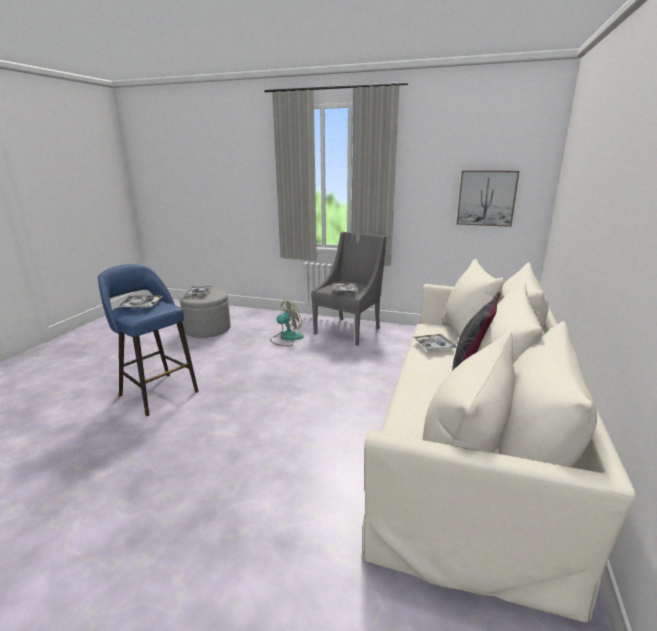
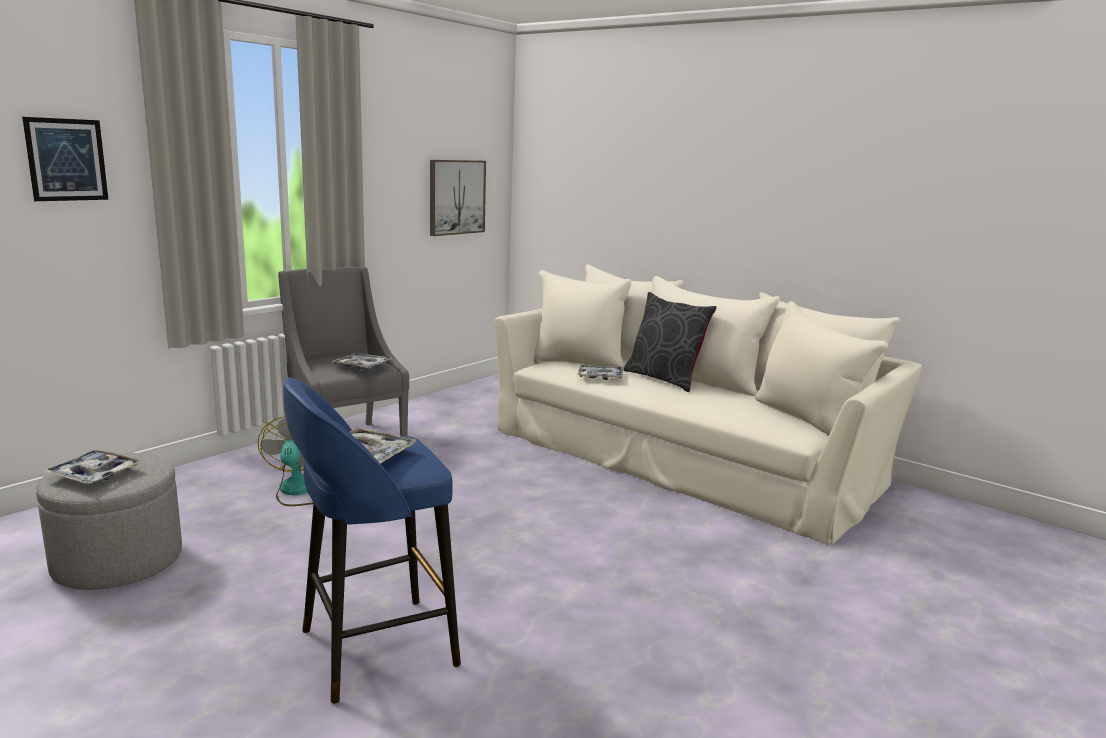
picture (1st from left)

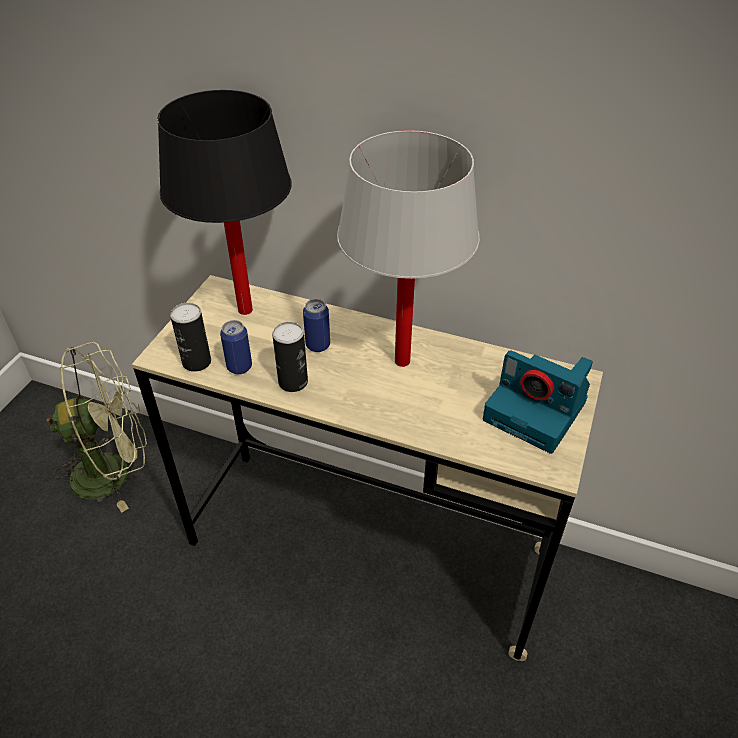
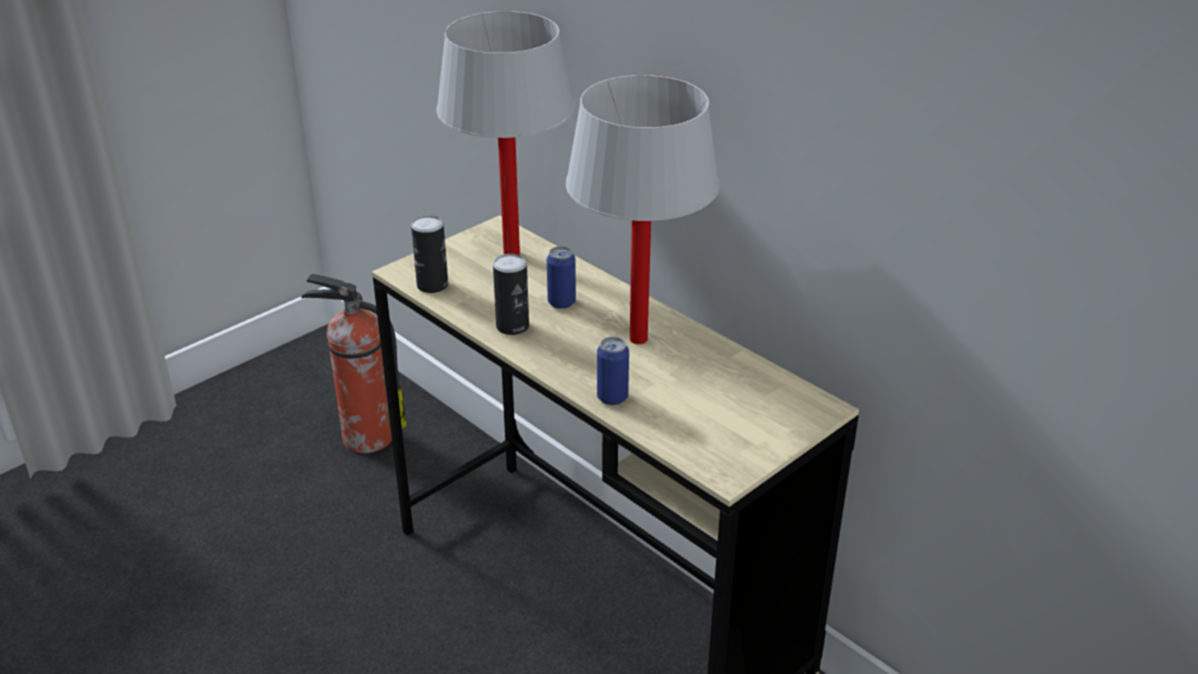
fire_extinguisher; white_table_lamp (1st from left); can (4th from left); photo_camera

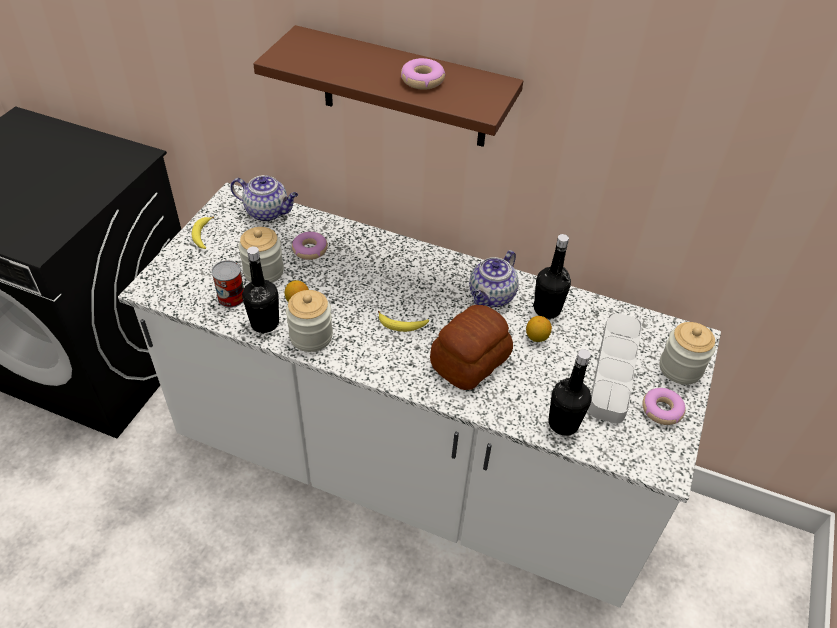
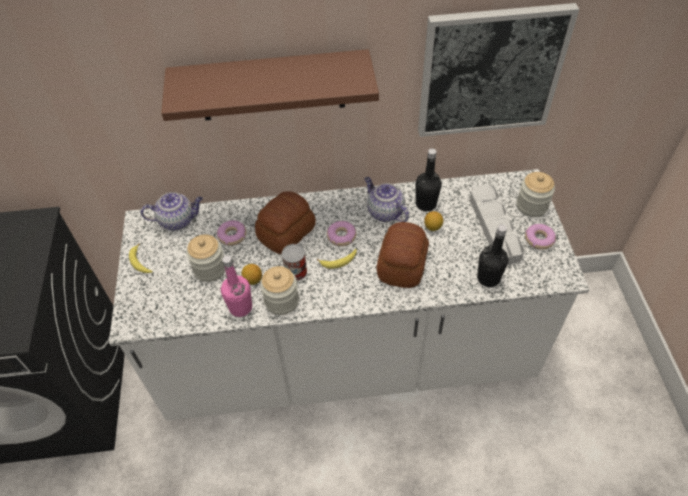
pink_bottle; bread (1st from left); can; donut (2nd from left); teapot (2nd from left); picture

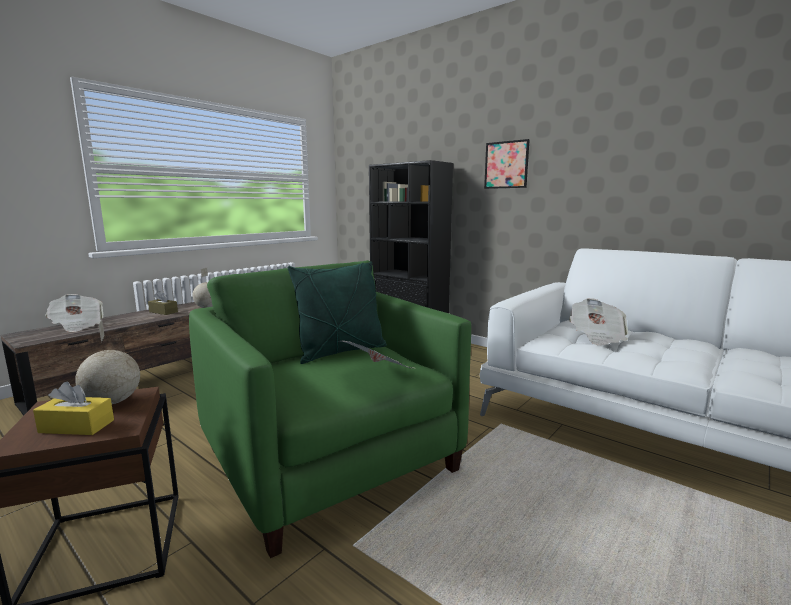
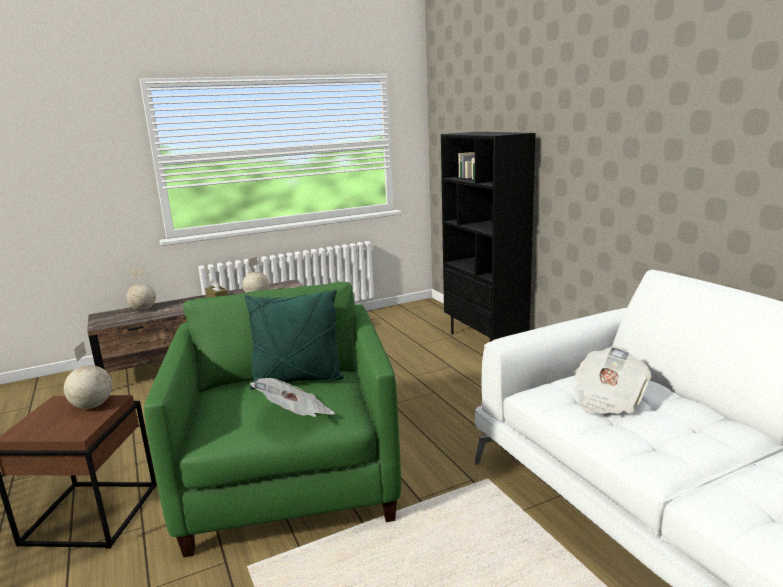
globe (2nd from left); yellow_tissue_box; picture

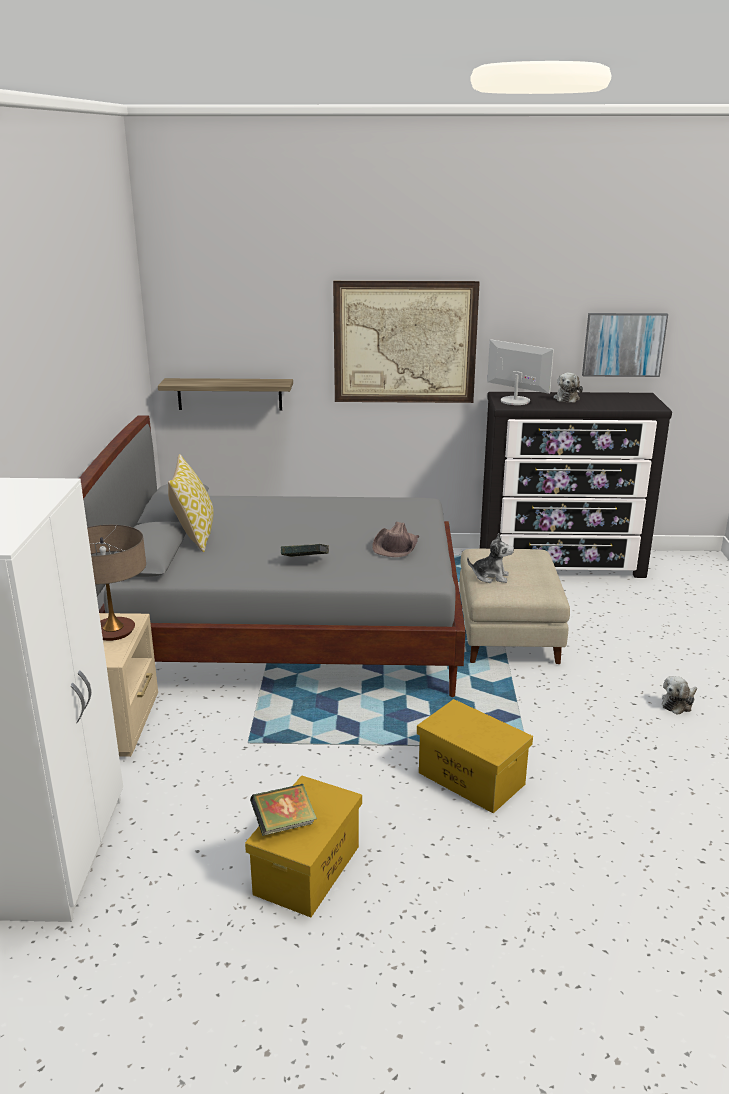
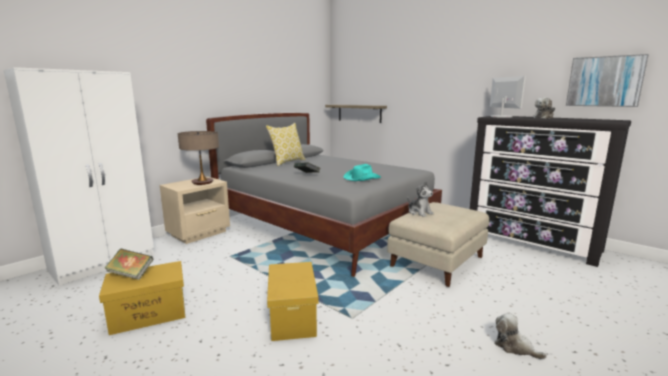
turquoise_hat; plush_toy (2nd from left); picture (1st from left in the first image)

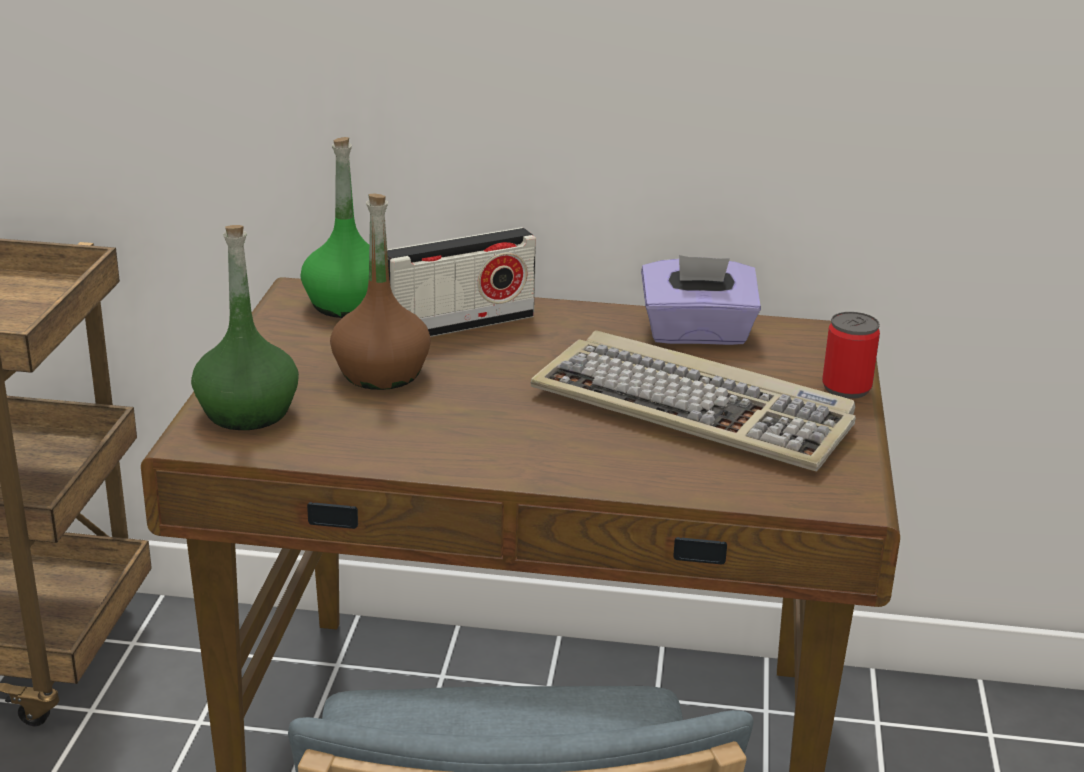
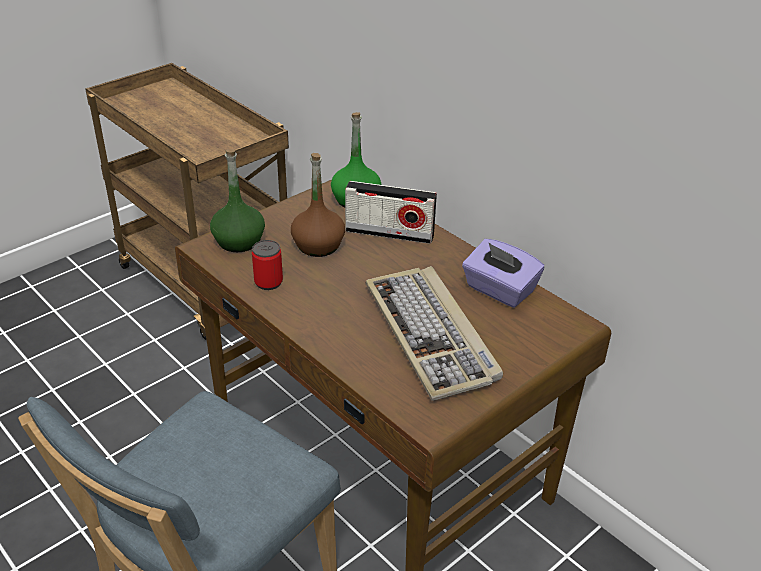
can

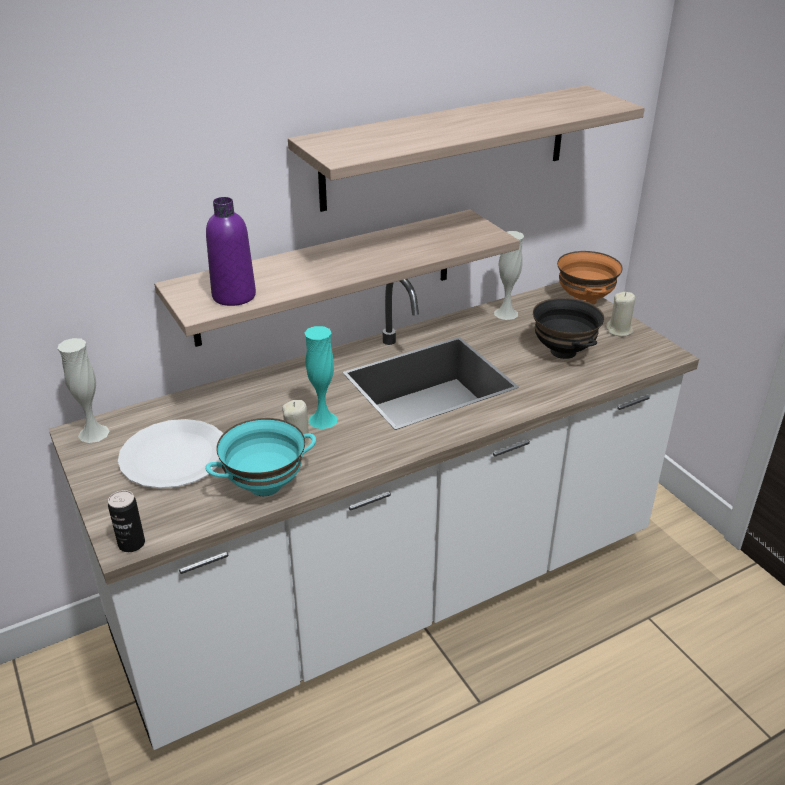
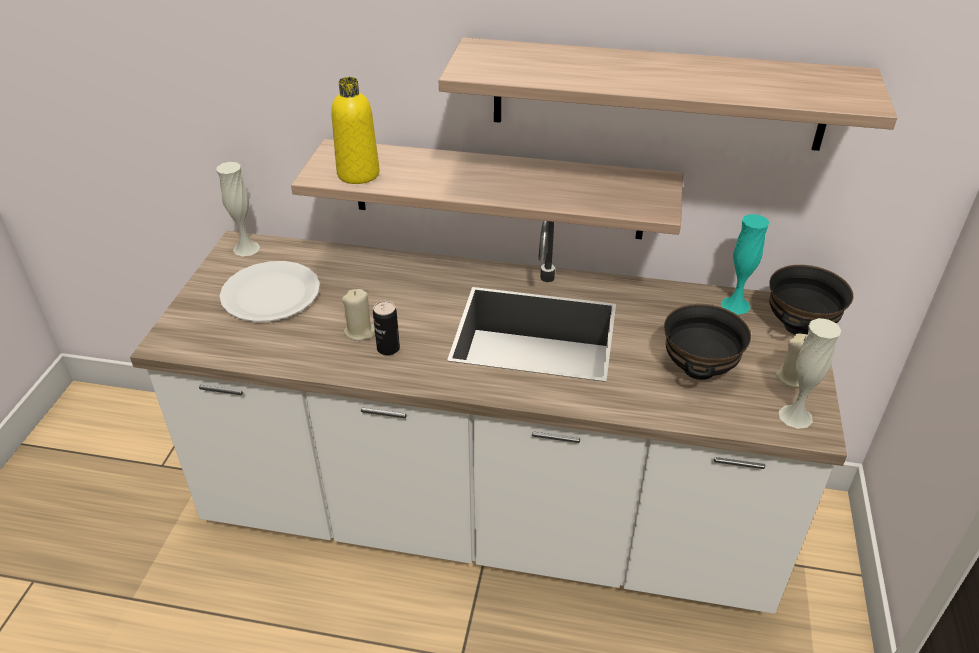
yellow_bottle; can; turquoise_vase; black_bowl (2nd from left); white_vase (2nd from left); turquoise_bowl

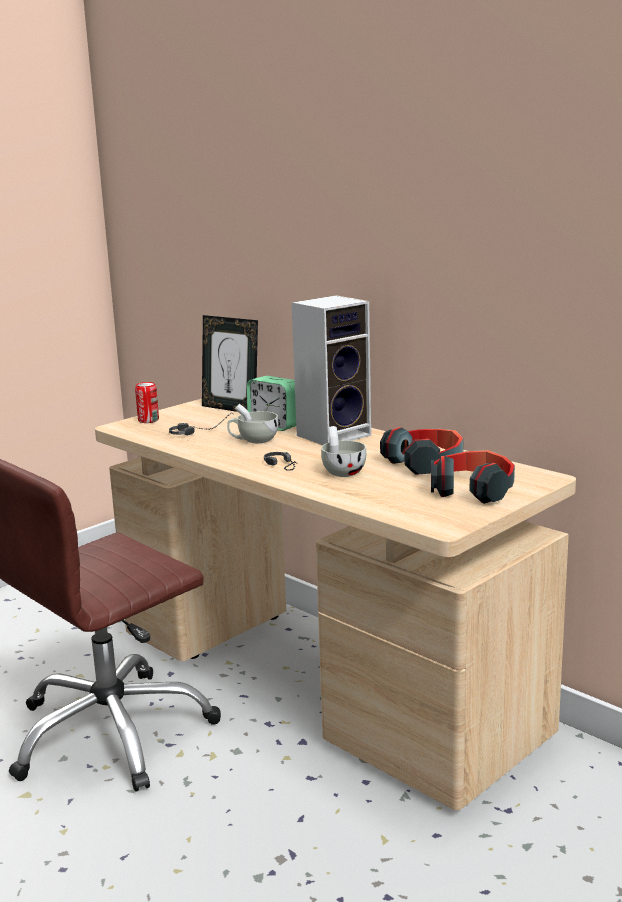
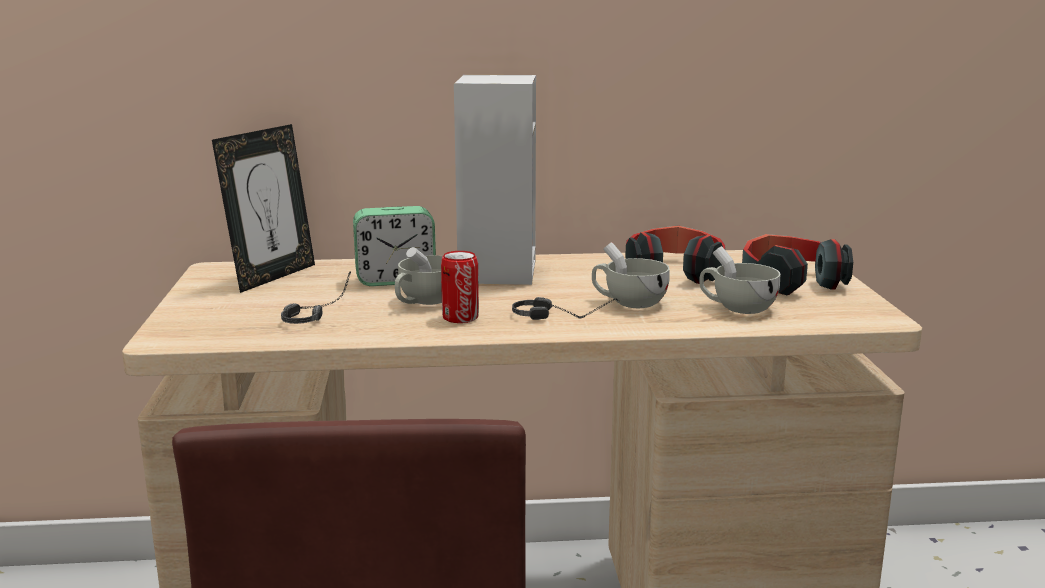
picture_frame; can; white_cup (3rd from left)

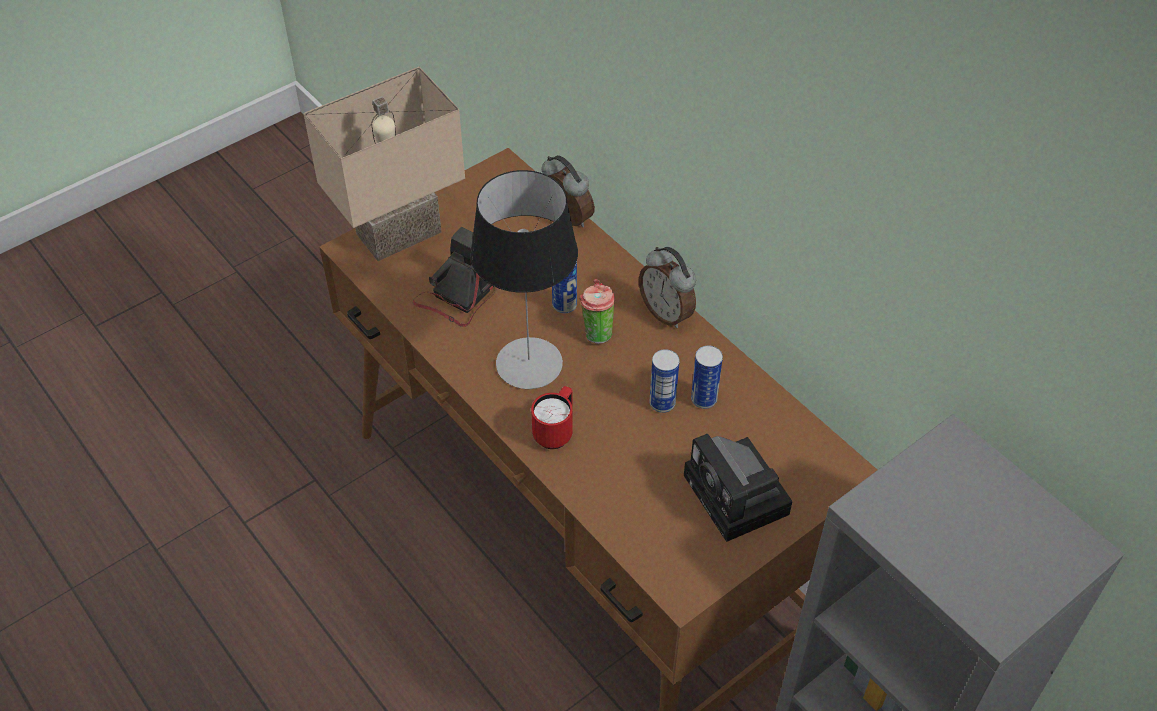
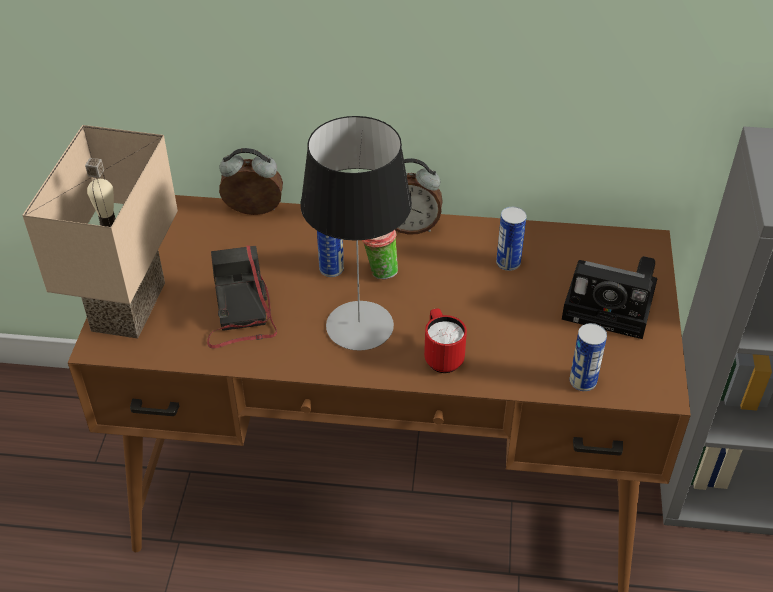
can (3rd from left)

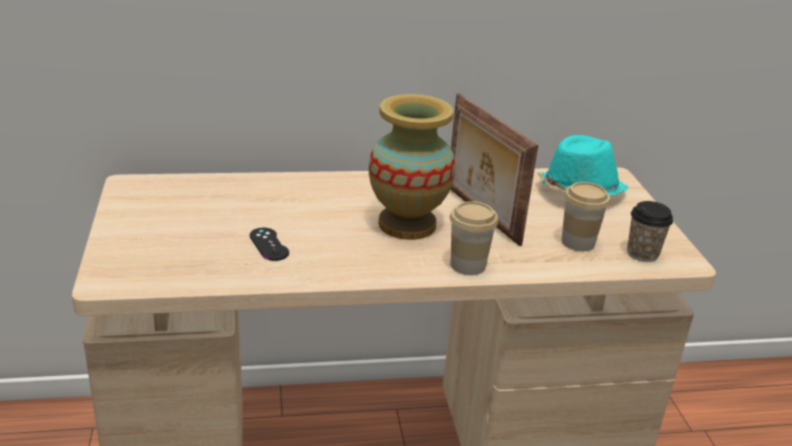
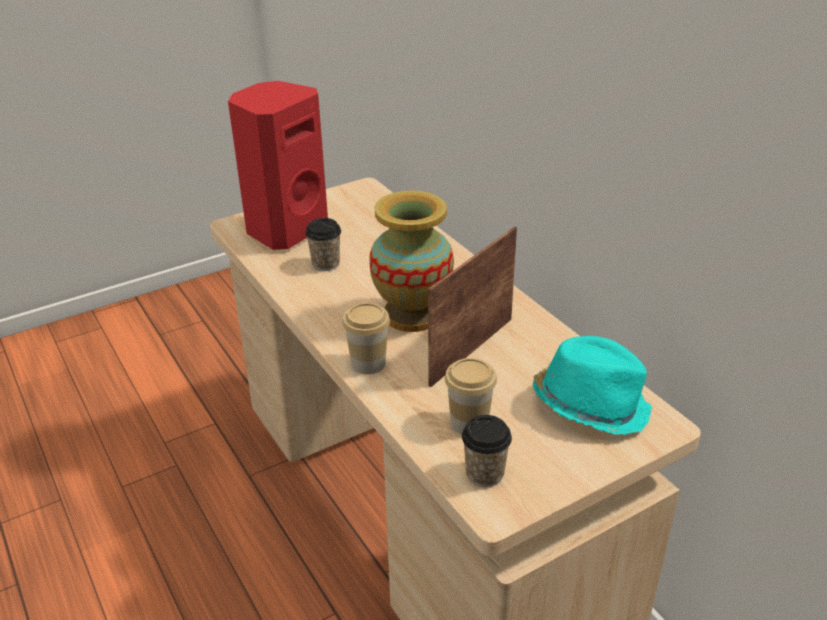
red_speaker; cup (1st from left)

